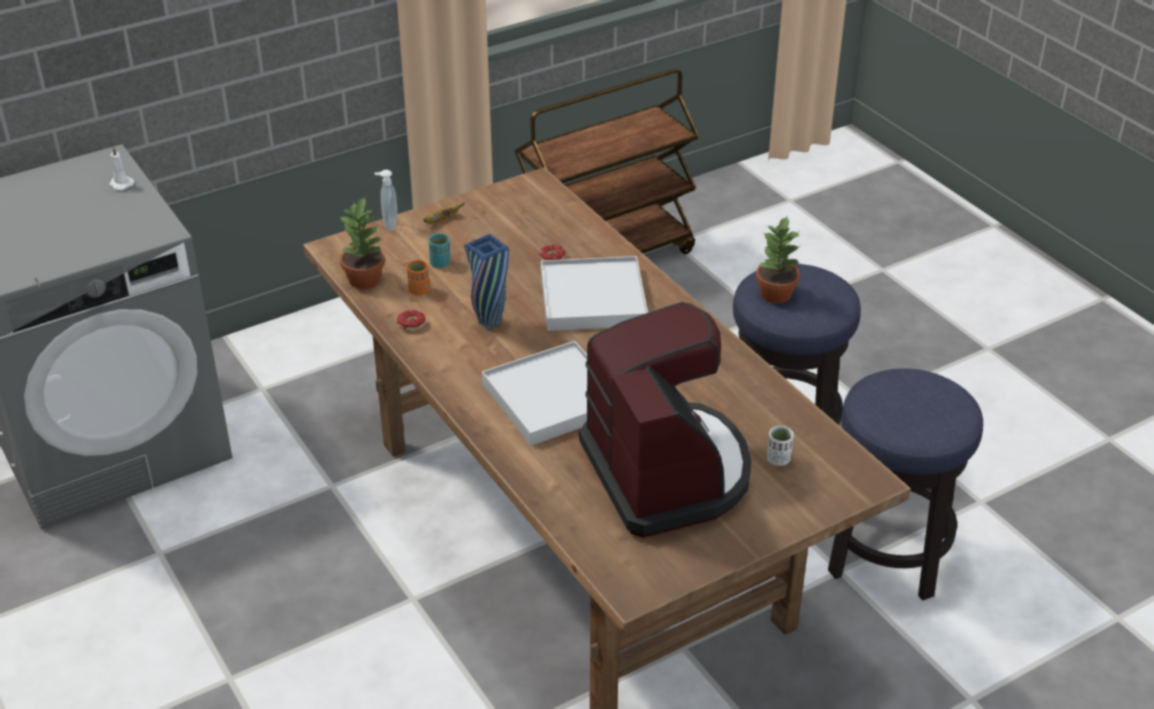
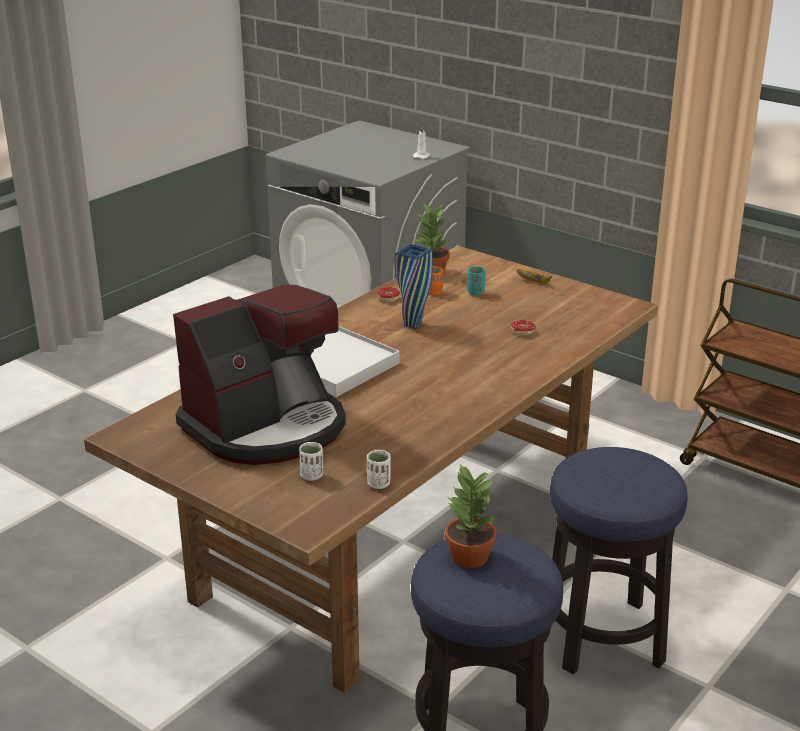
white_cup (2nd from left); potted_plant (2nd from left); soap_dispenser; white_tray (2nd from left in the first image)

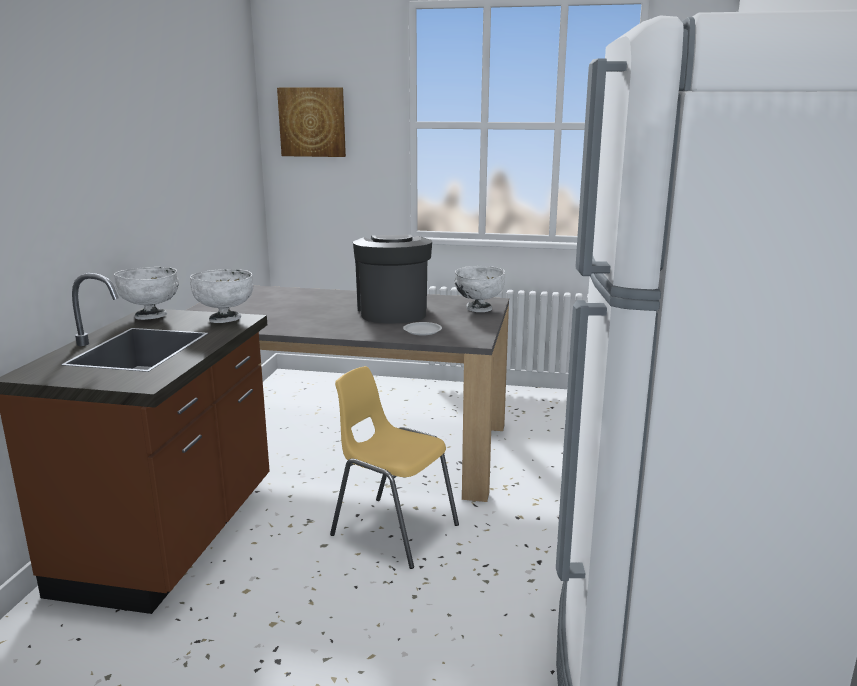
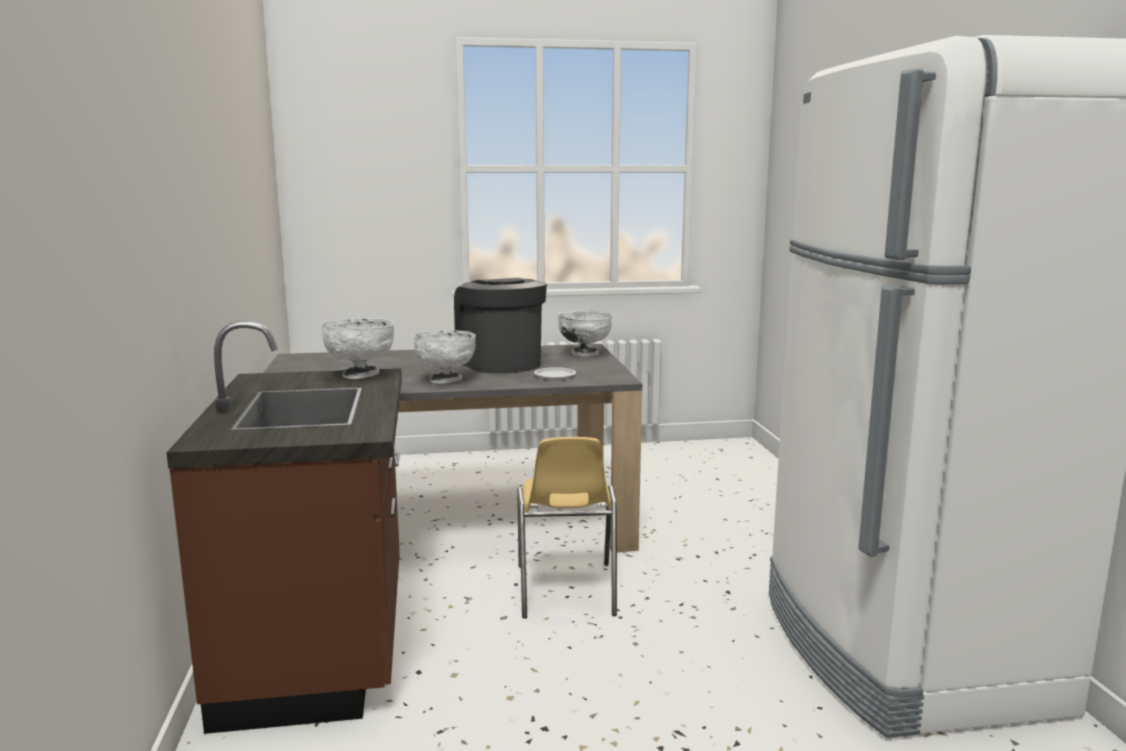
white_bowl (2nd from left); yellow_chair; picture

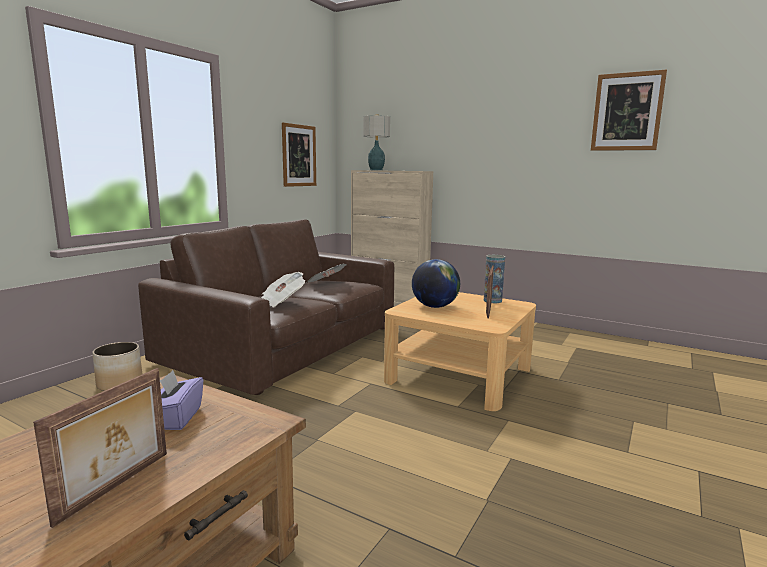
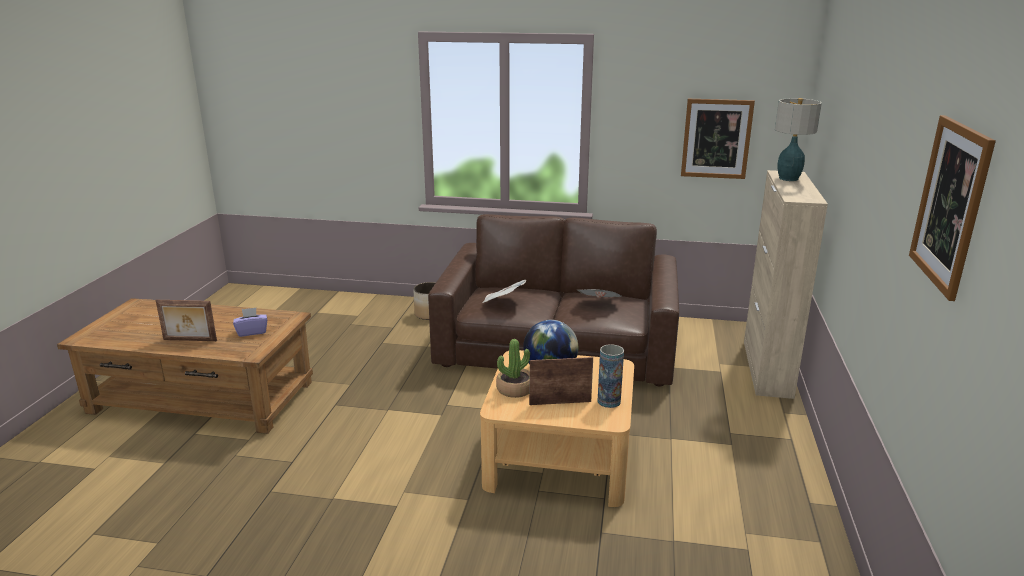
potted_plant

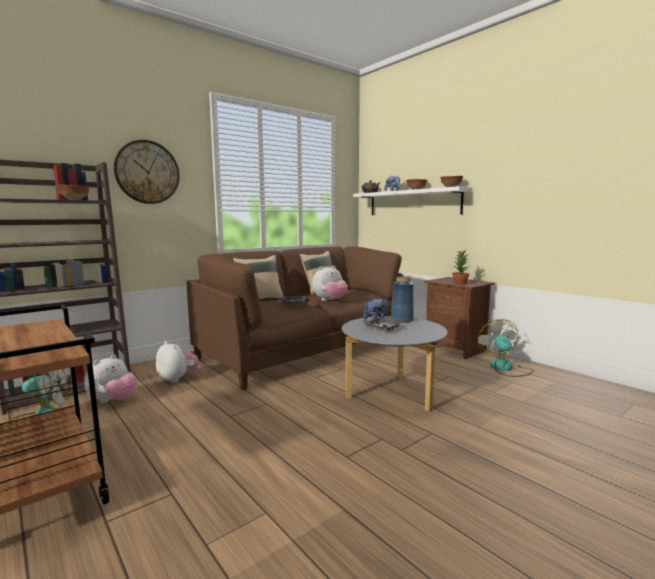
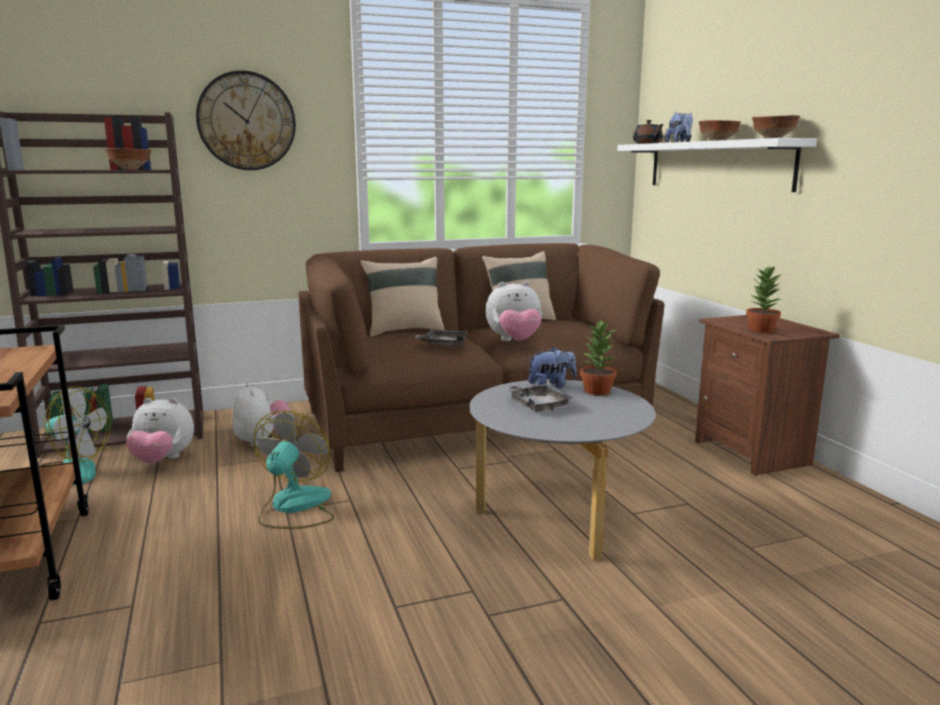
plush_toy (1st from left); fan (2nd from left); potted_plant (1st from left)

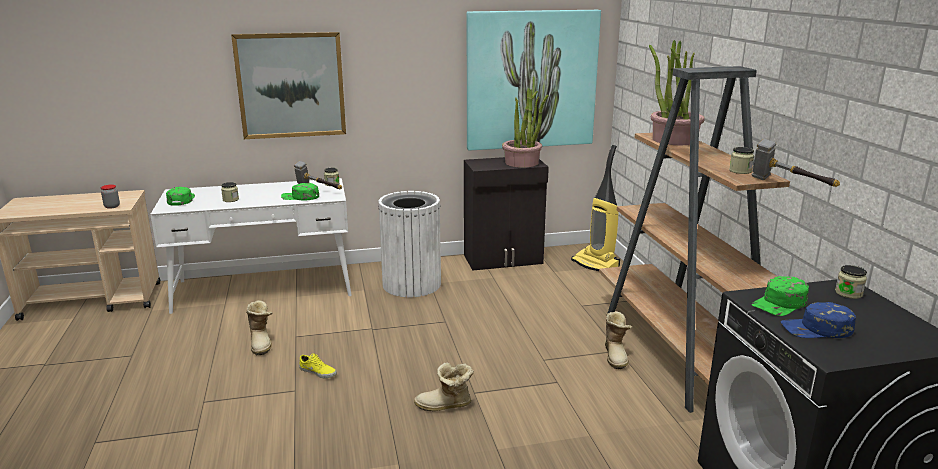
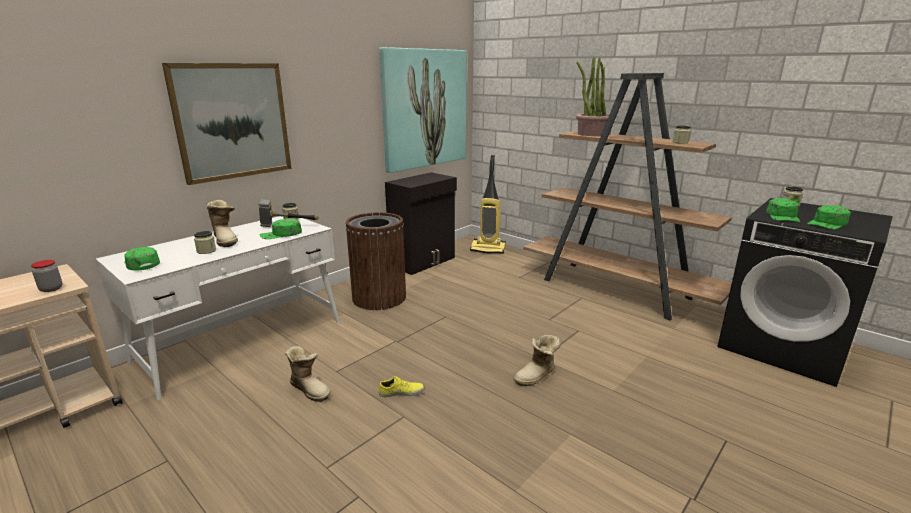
boot (1st from left); brown_trash_can; green_cap (4th from left); potted_plant (1st from left in the first image); hammer (2nd from left in the first image)

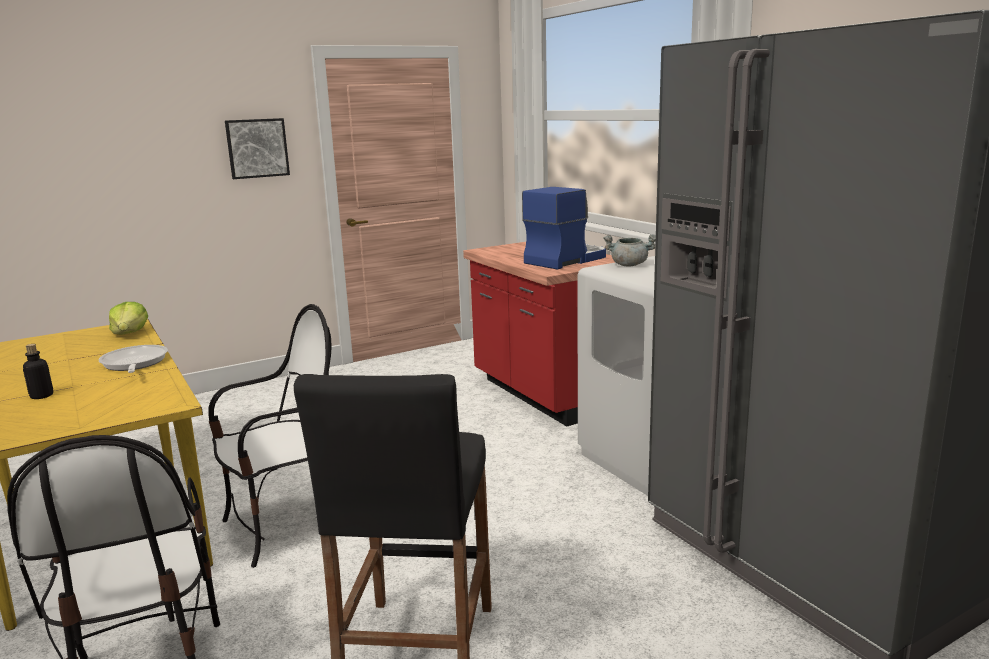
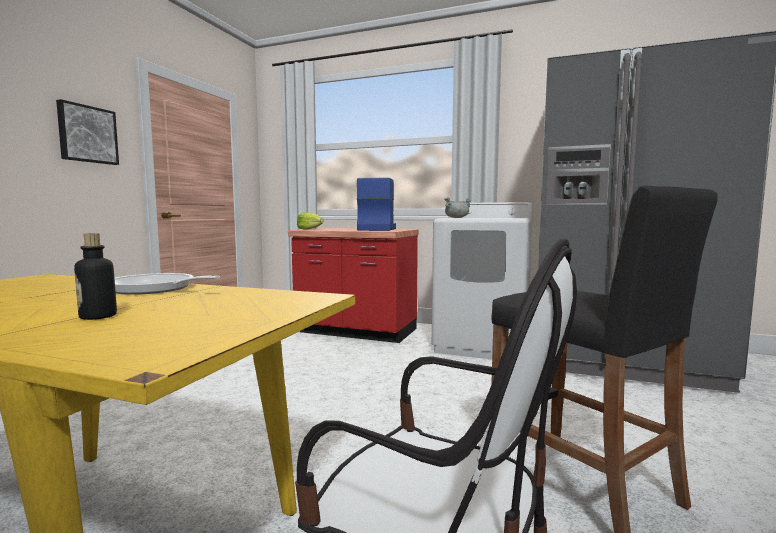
lettuce; chair (2nd from left in the first image)

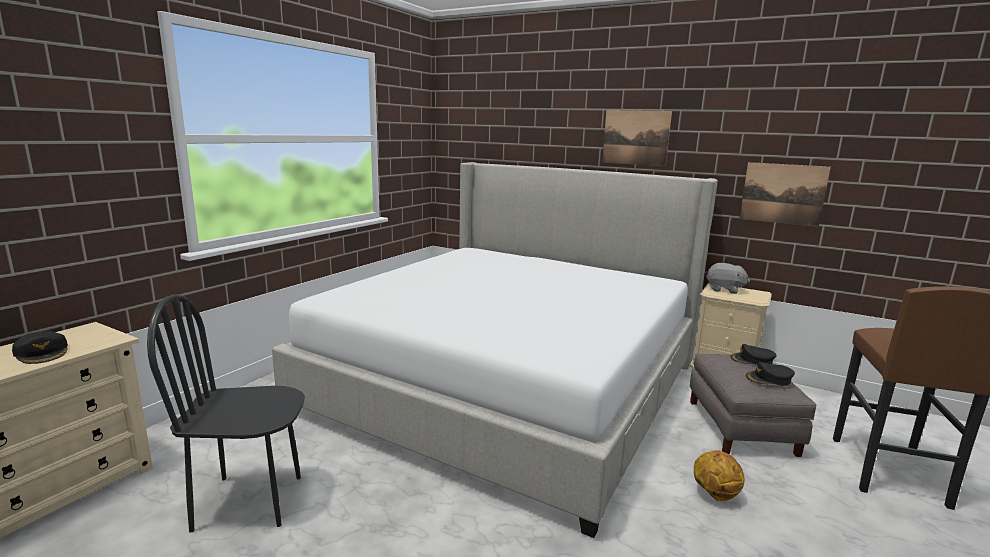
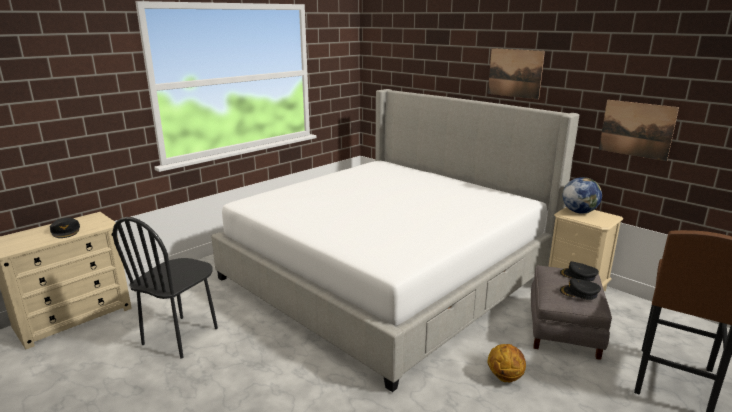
black_chair; globe

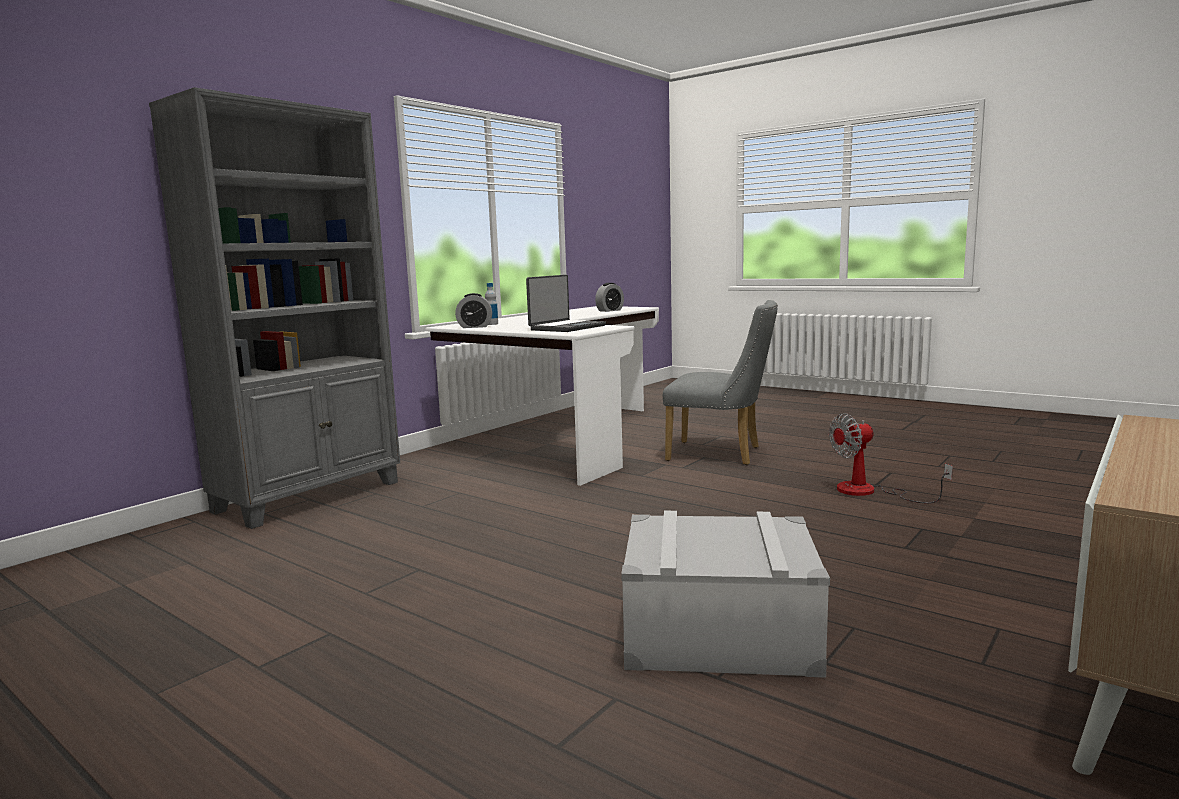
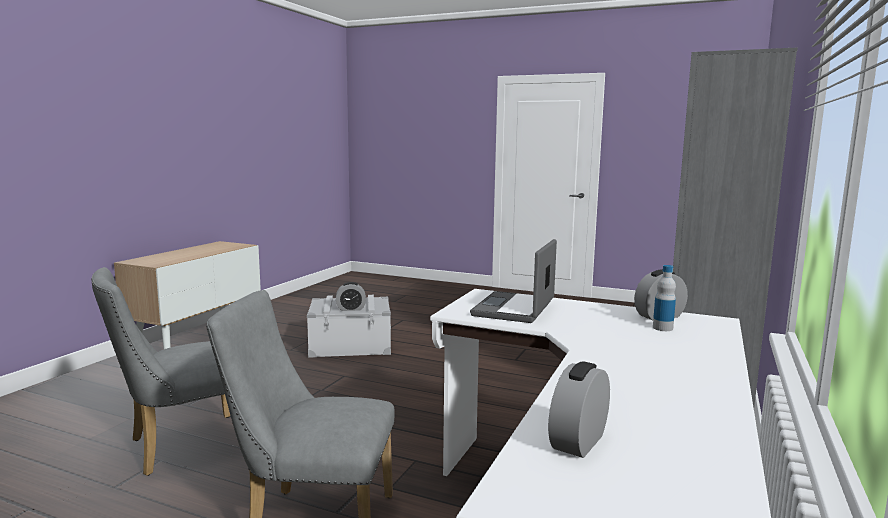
grey_chair (1st from left); alarm_clock (1st from left)

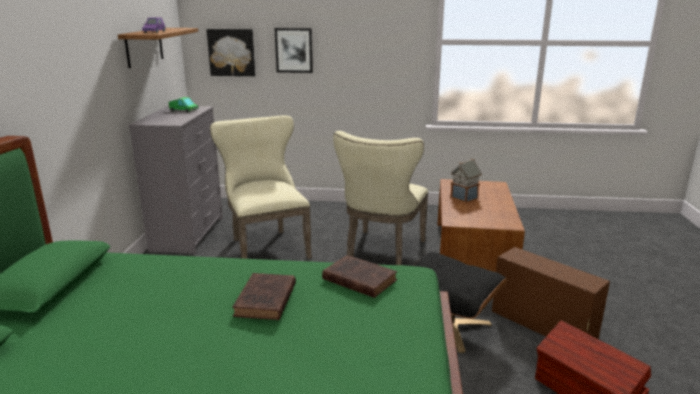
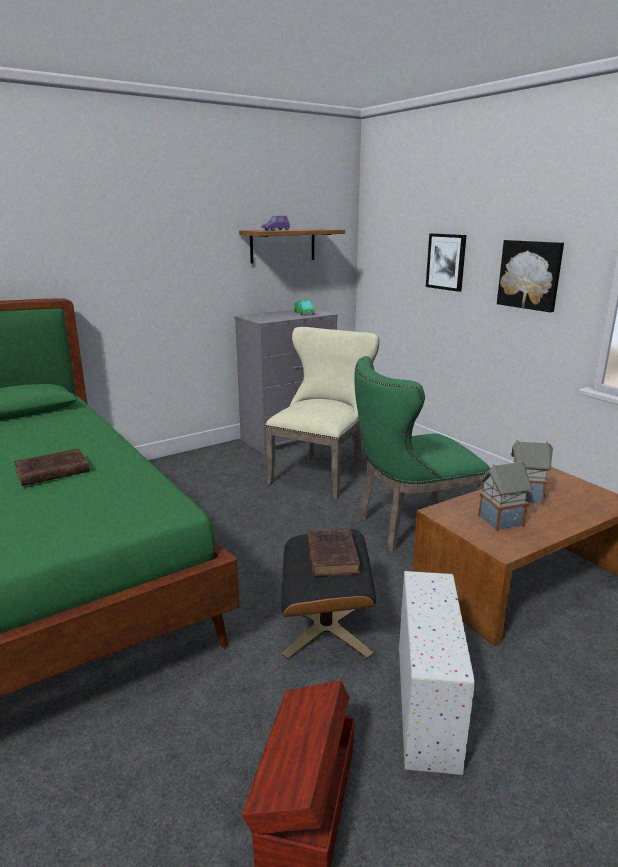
brown_book (2nd from left); green_chair; white_storage_box; toy_house (1st from left); picture (2nd from left)

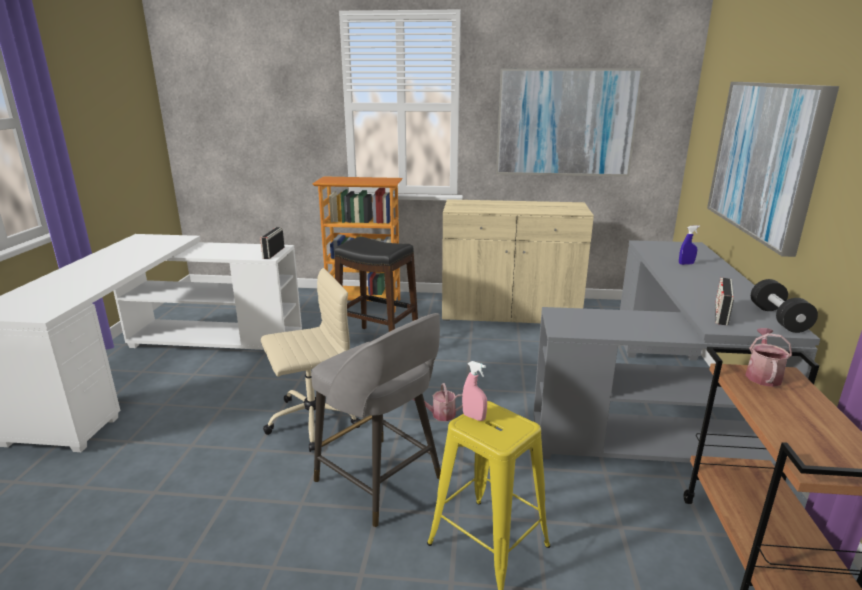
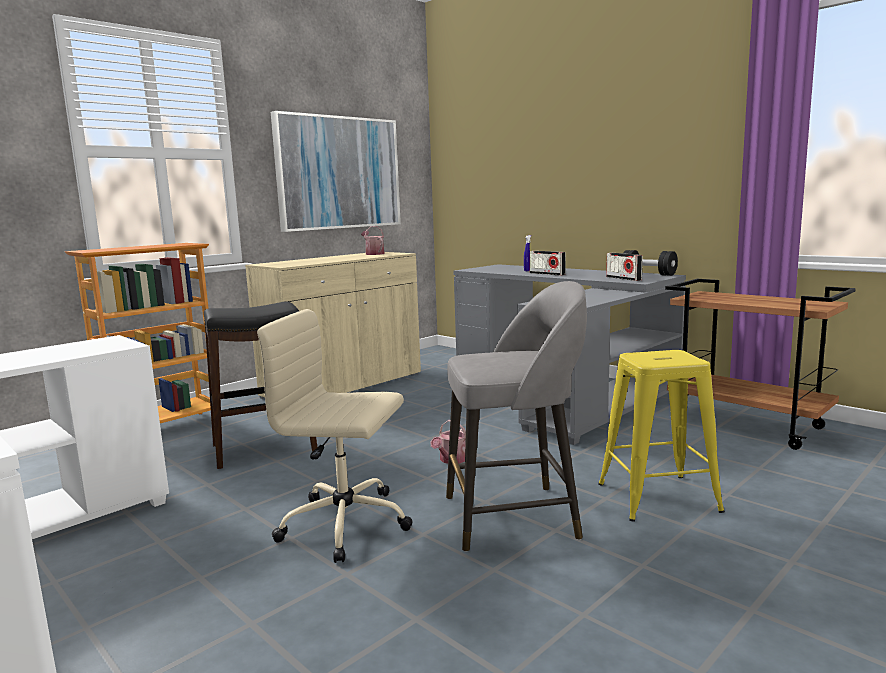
beige_office_chair; watering_can (1st from left); radio (1st from left); pink_spray_bottle; picture (2nd from left in the first image)

